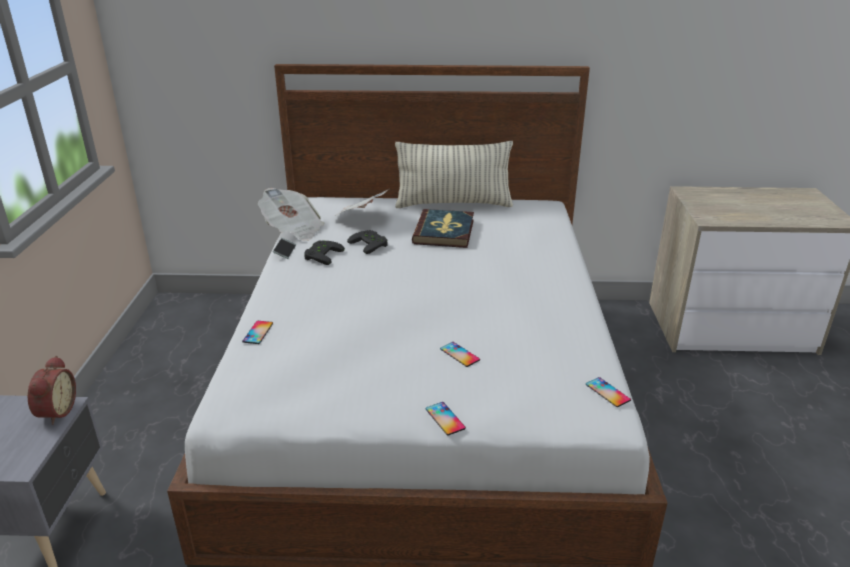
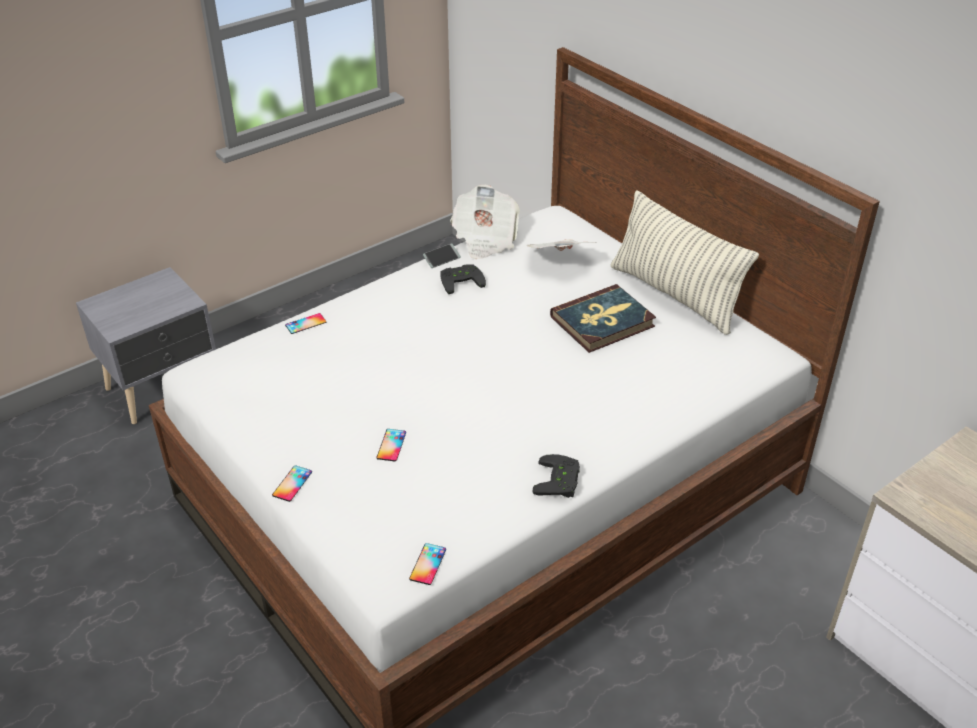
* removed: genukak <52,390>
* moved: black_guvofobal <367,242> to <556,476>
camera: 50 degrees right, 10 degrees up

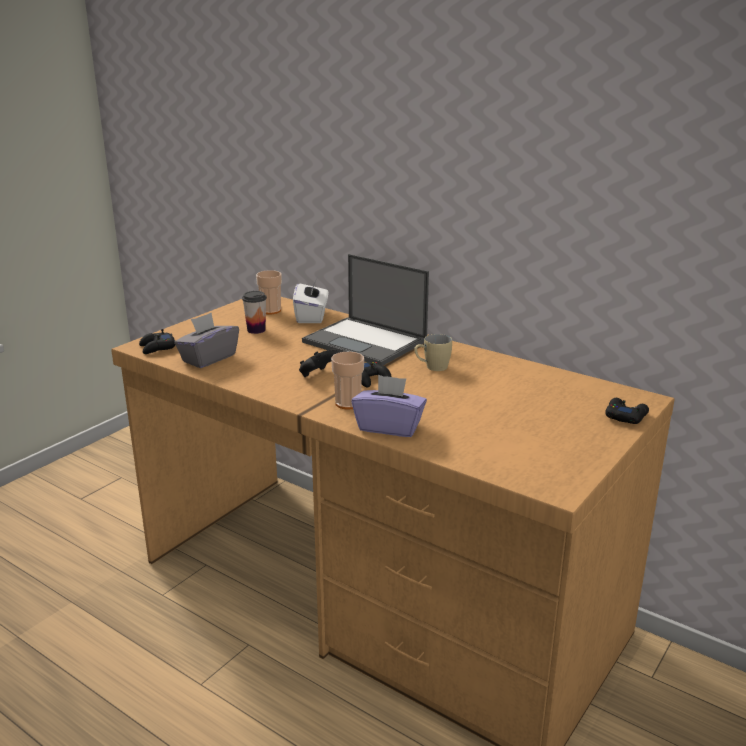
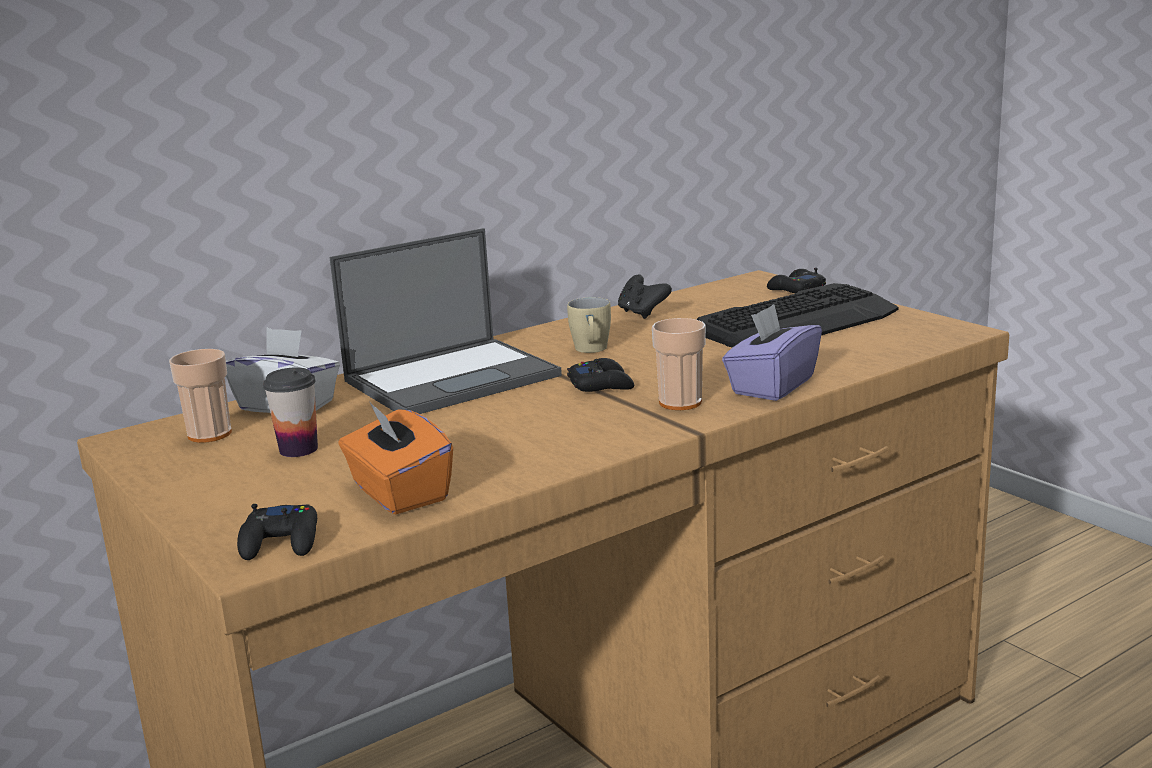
* recoloured: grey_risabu <206,340> to orange_risabu <396,457>
* moved: black_guvofobal <319,363> to <645,297>
* added: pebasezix <797,315>
camera: 70 degrees left, 5 degrees down

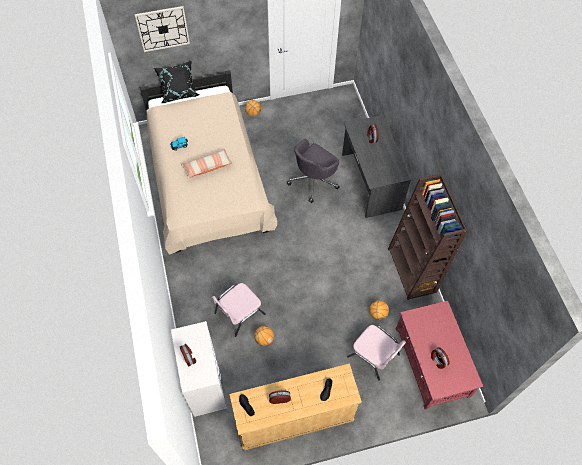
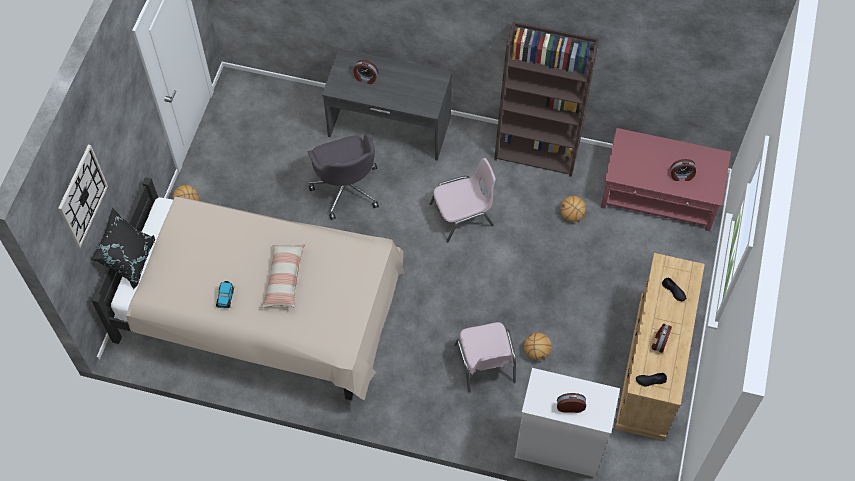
* moved: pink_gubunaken <376,353> to <463,200>
camera: 60 degrees left, 0 degrees up

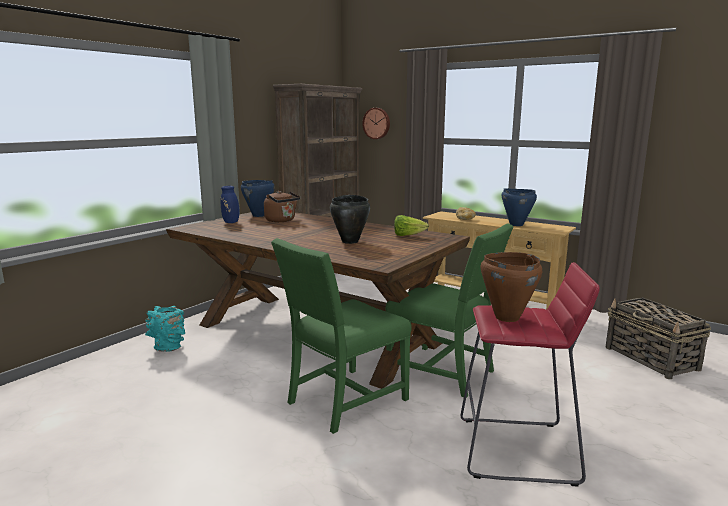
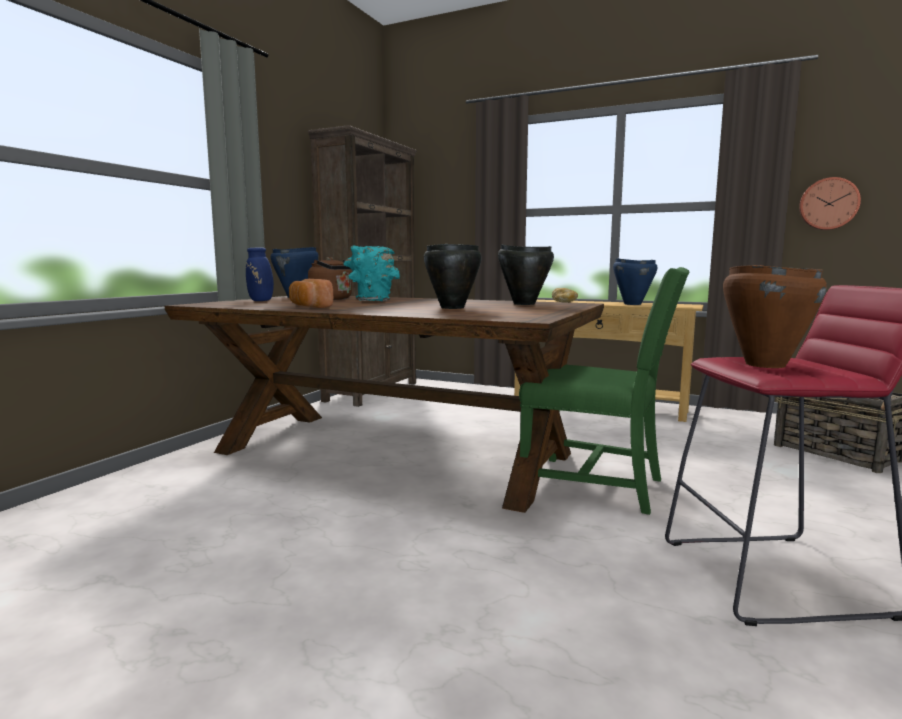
* moved: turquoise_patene <165,329> to <371,273>
* removed: green_gubunaken <341,336>
* moved: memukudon <376,123> to <830,203>
* replaced: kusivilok <411,225> to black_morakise <526,274>
* added: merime <311,293>
camera: 10 degrees left, 5 degrees down

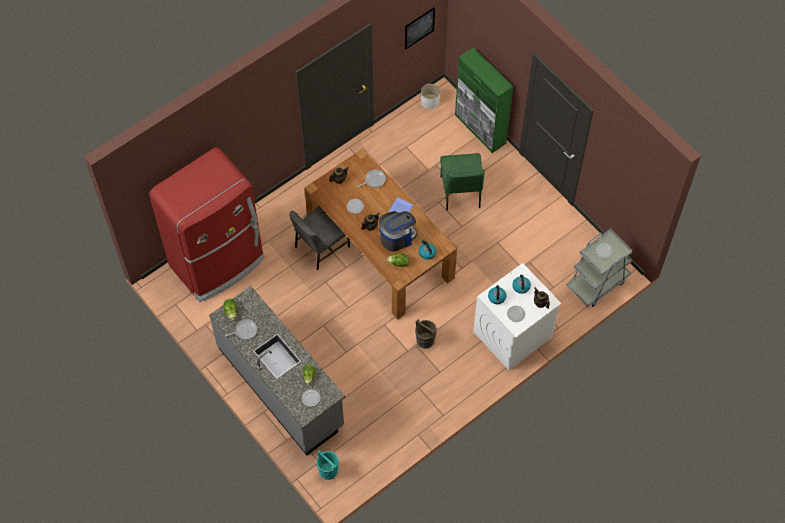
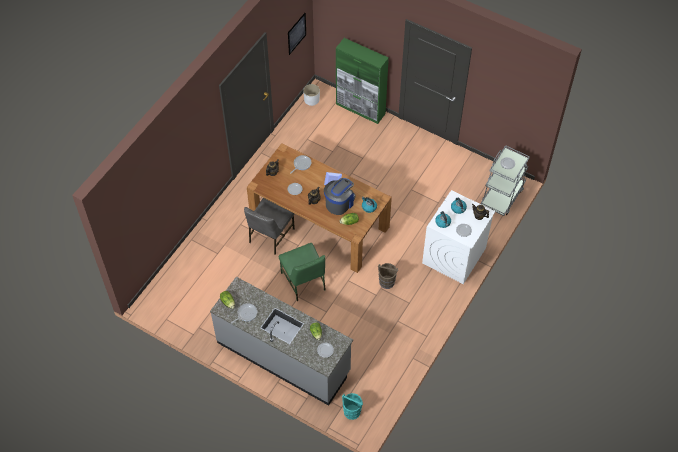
* removed: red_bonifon <207,224>
* moved: green_gubunaken <462,182> to <302,272>
camera: 20 degrees left, 5 degrees down

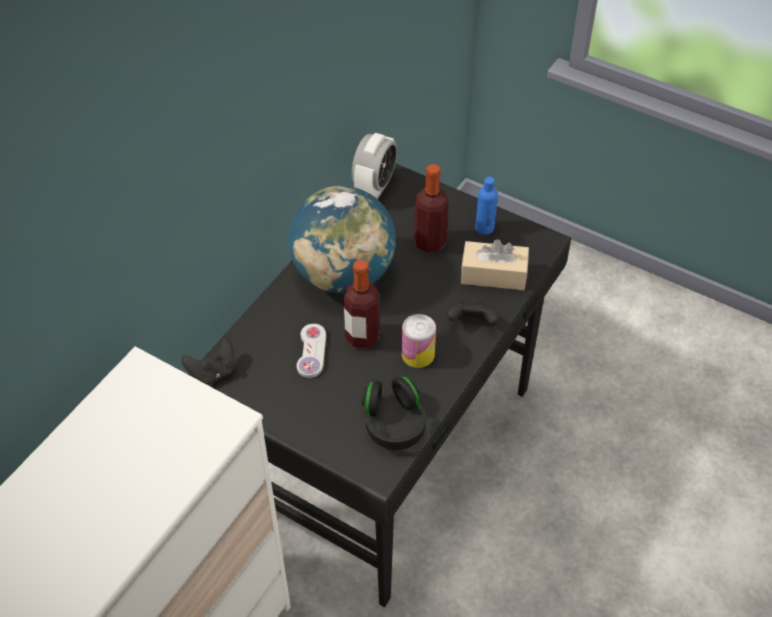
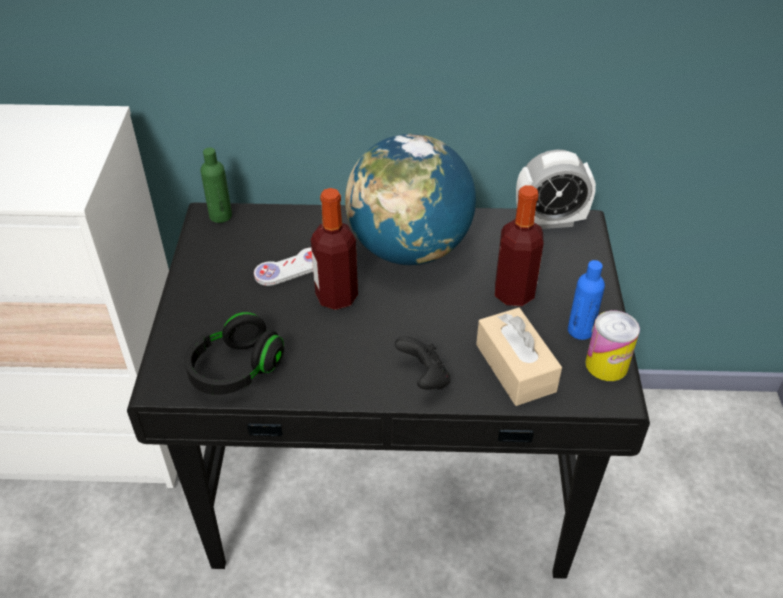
* replaced: black_guvofobal <208,361> to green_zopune <216,185>
* moved: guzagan <419,341> to <612,346>
camera: 60 degrees right, 5 degrees down

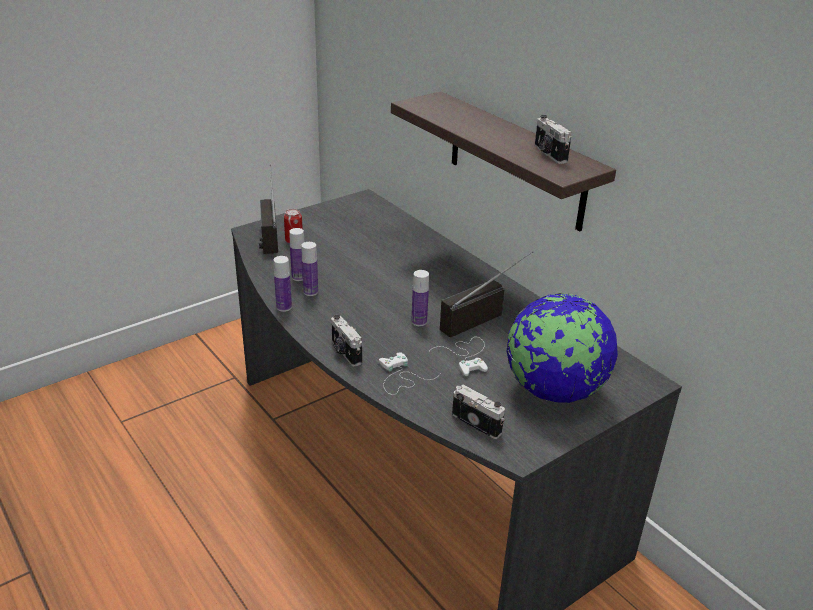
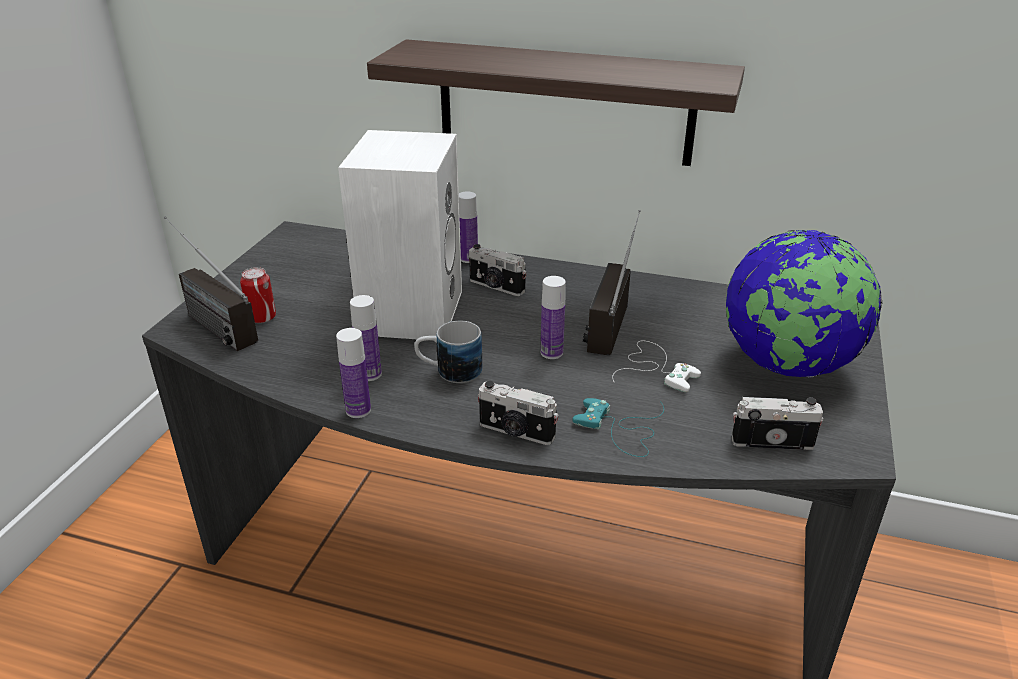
* moved: zopune <297,254> to <468,227>
* recoloured: white_guvofobal <409,373> to turquoise_guvofobal <618,427>
* moved: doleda <553,139> to <497,270>
* added: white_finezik <400,234>
* added: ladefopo <448,352>
camera: 35 degrees left, 0 degrees up

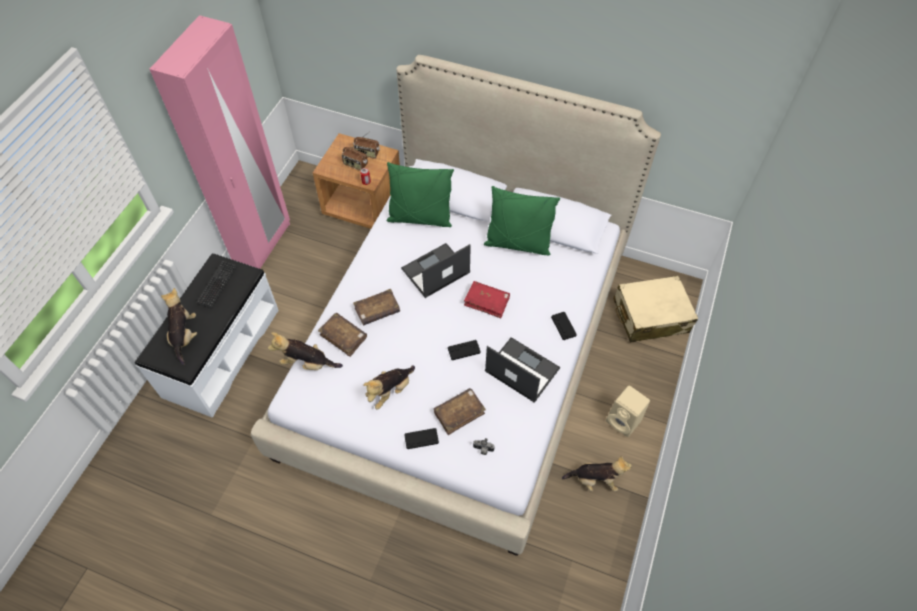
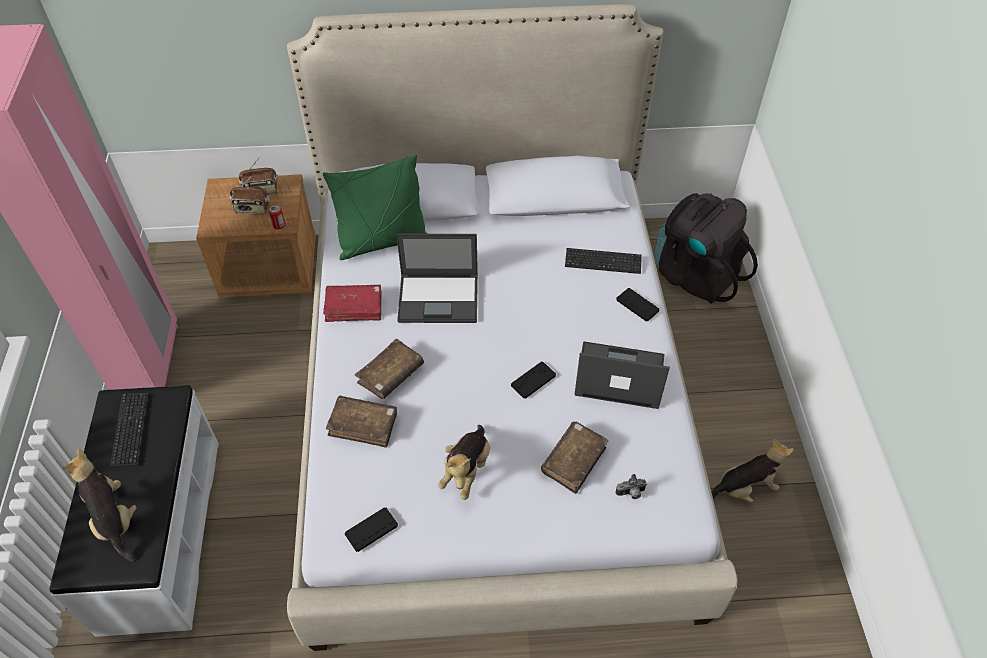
* removed: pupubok <305,351>
* turned: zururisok <436,270> = <437,278> 120 degrees counterclockwise
* moved: black_guvofobal <421,438> to <371,529>
* moved: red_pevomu <487,299> to <352,303>
* removed: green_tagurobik <522,221>
* removed: beige_finezik <628,411>
* replaced: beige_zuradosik <656,309> to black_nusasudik <706,248>
* added: pebasezix <603,261>
camera: 25 degrees left, 5 degrees down

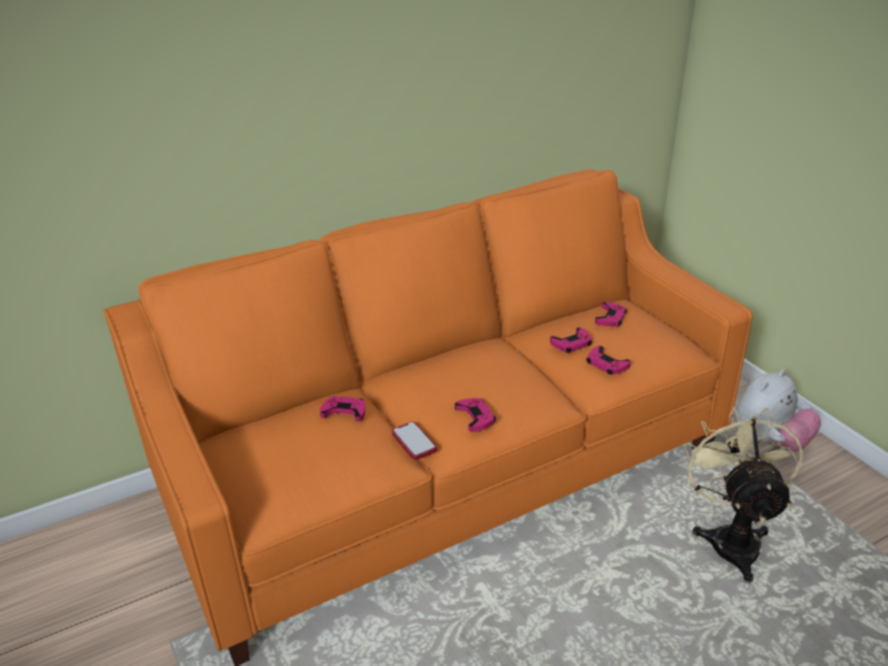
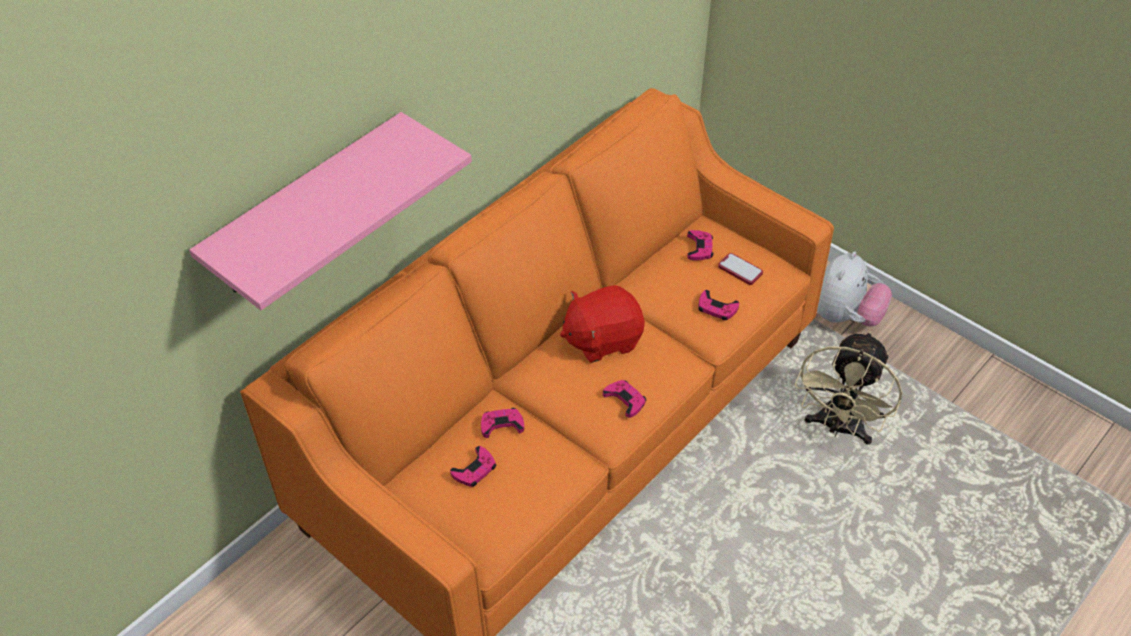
* moved: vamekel <414,440> to <740,269>
* moved: pink_guvofobal <571,340> to <473,466>
* turned: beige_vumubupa <743,495> = <848,388> 135 degrees counterclockwise
* added: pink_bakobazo <330,211>
* added: red_pupubok <602,324>
camera: 20 degrees left, 15 degrees up

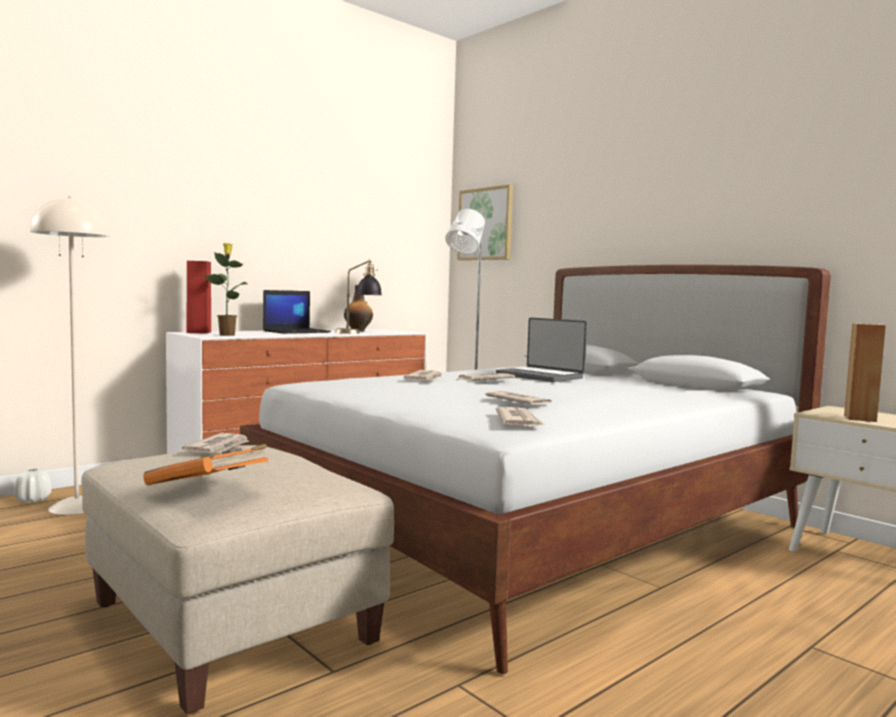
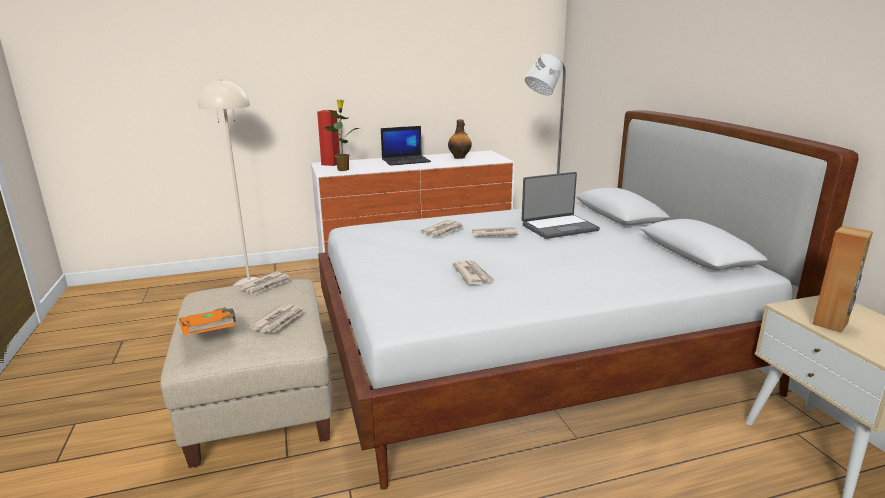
* removed: white_patene <33,485>
* removed: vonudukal <358,296>
* removed: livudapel <485,222>
* turned: zururisok <542,350> = <561,205> 90 degrees counterclockwise
* moved: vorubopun <520,416> to <276,318>
camera: 25 degrees right, 15 degrees up

